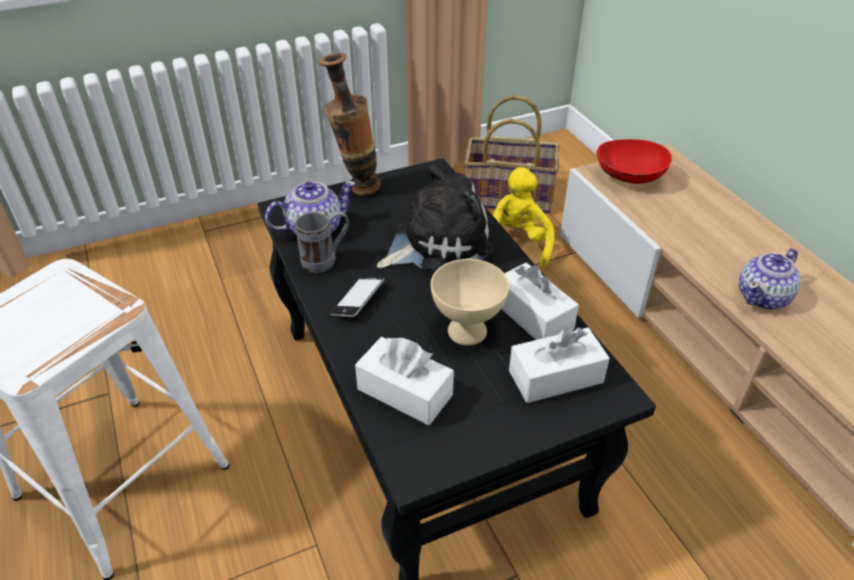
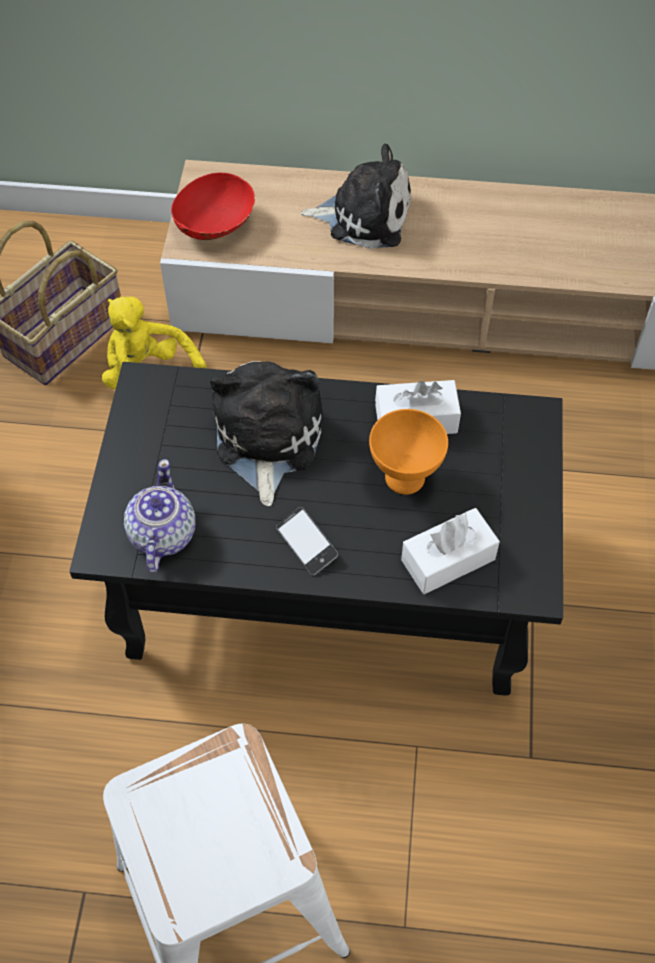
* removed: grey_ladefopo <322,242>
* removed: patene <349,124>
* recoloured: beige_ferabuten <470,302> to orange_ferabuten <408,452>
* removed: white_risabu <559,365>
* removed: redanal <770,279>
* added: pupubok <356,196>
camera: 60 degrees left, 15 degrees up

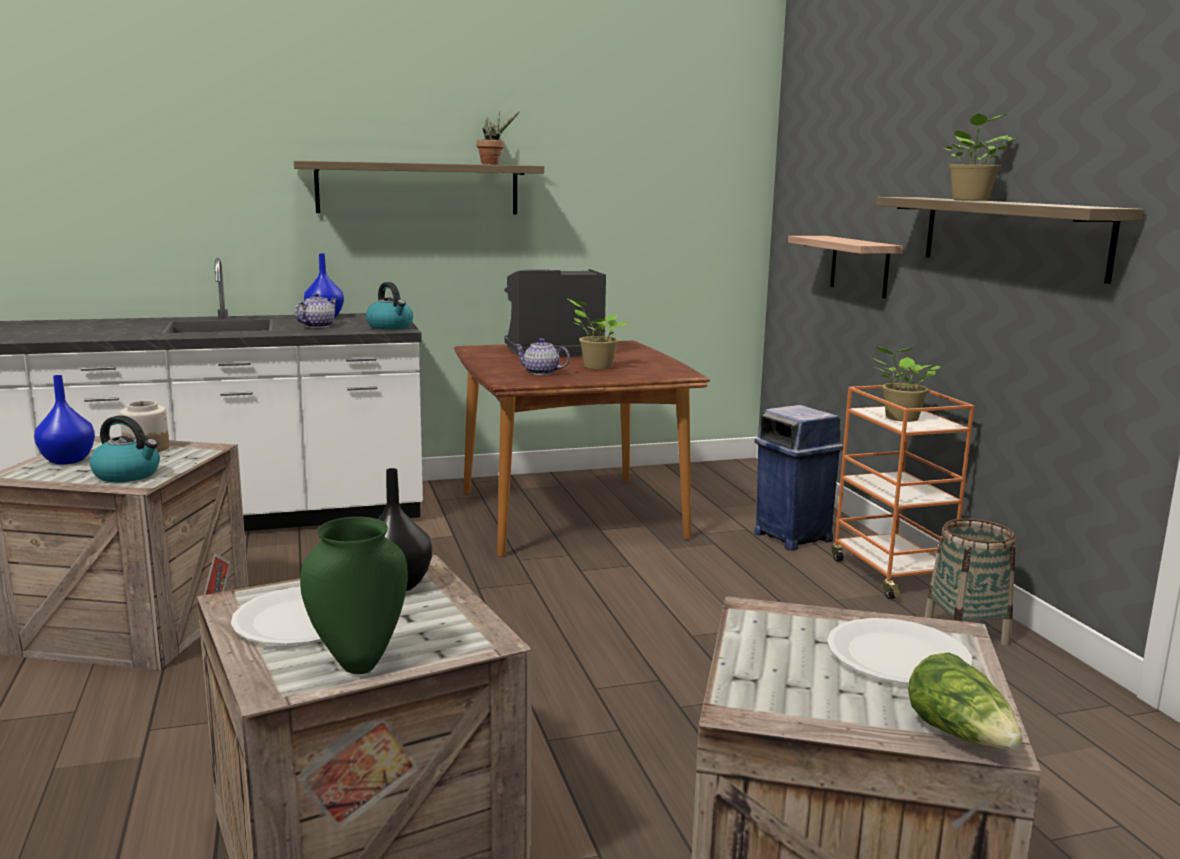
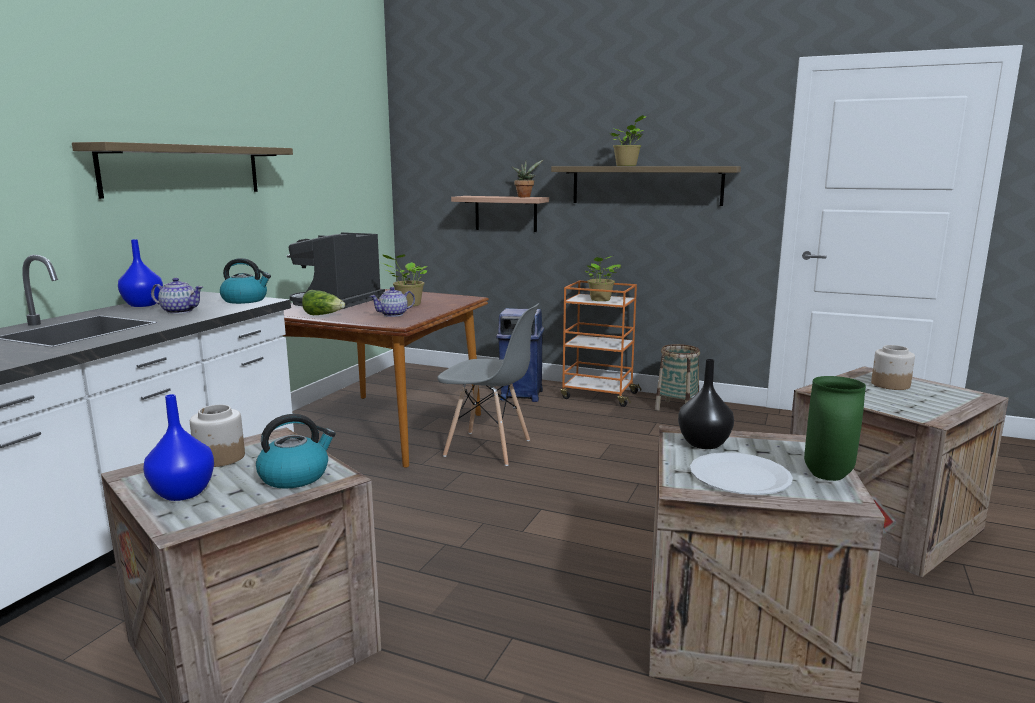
* turned: redanal <316,310> = <177,296> 120 degrees clockwise
* moved: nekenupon <498,137> to <527,178>
* replaced: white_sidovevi <899,651> to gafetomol <893,367>
* moved: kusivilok <965,701> to <323,302>
* added: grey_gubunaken <488,384>
camera: 50 degrees left, 0 degrees up

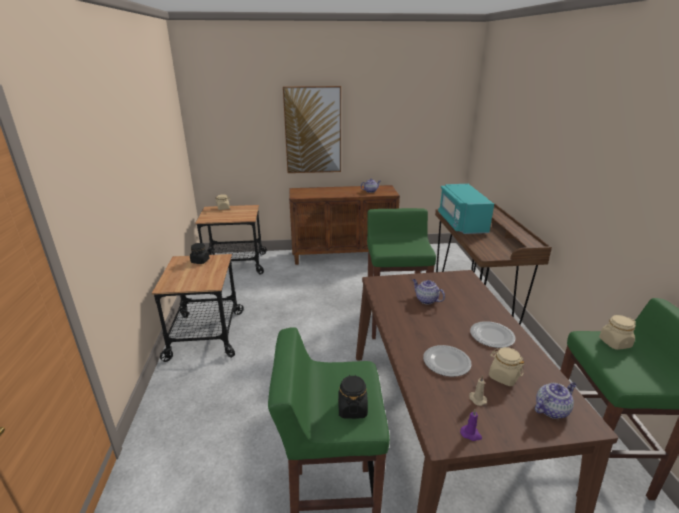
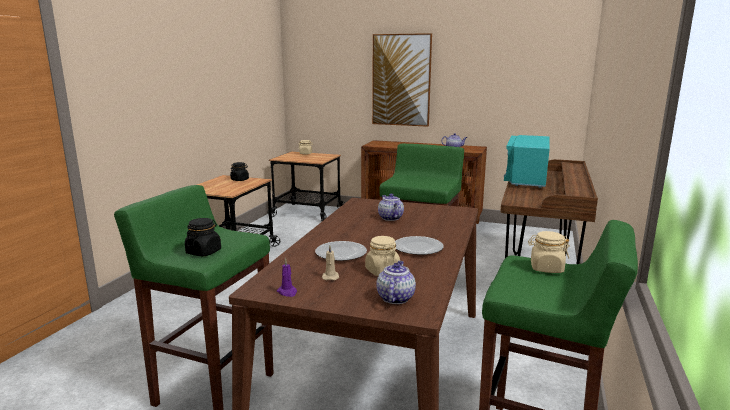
* turned: redanal <556,400> = <396,282> 75 degrees counterclockwise
camera: 25 degrees right, 10 degrees down

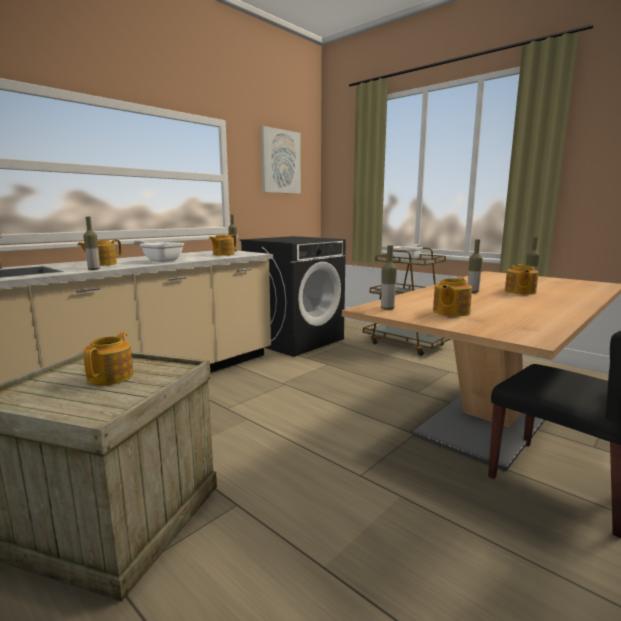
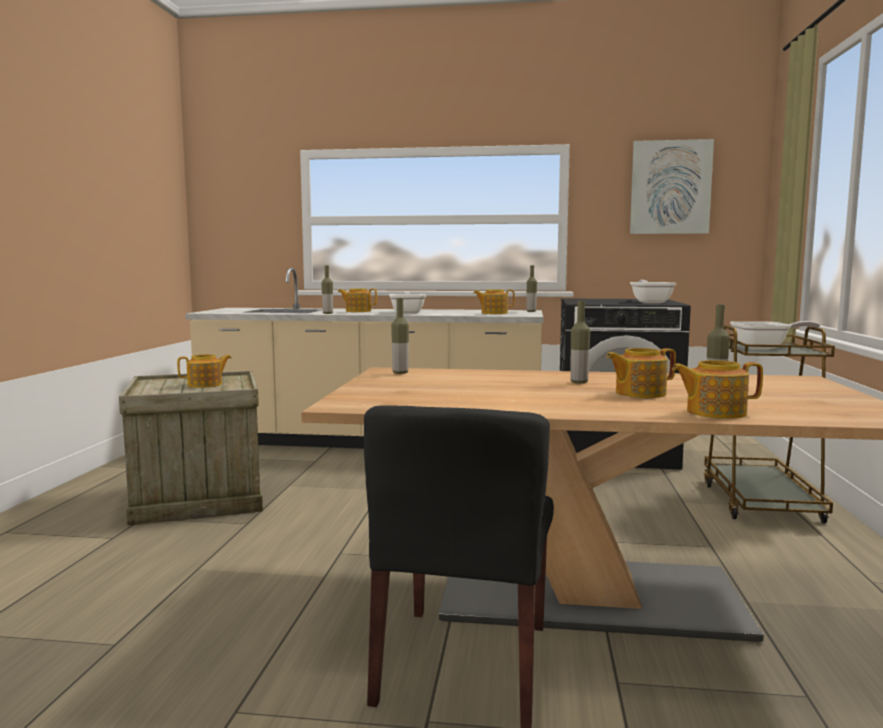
* moved: redanal <452,296> to <717,389>
* added: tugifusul <653,291>
camera: 55 degrees right, 5 degrees down

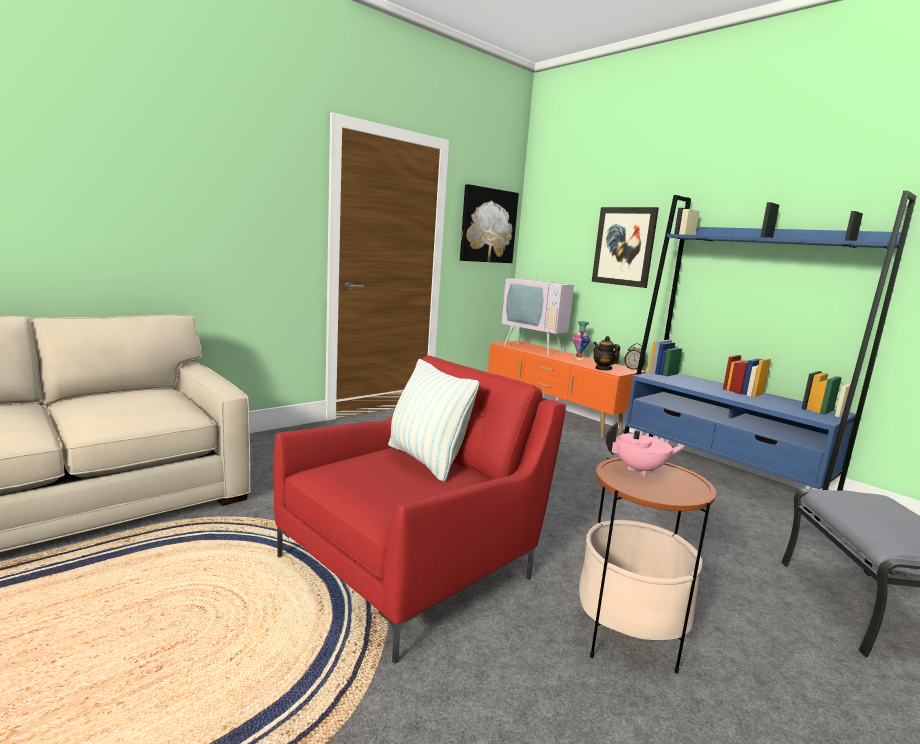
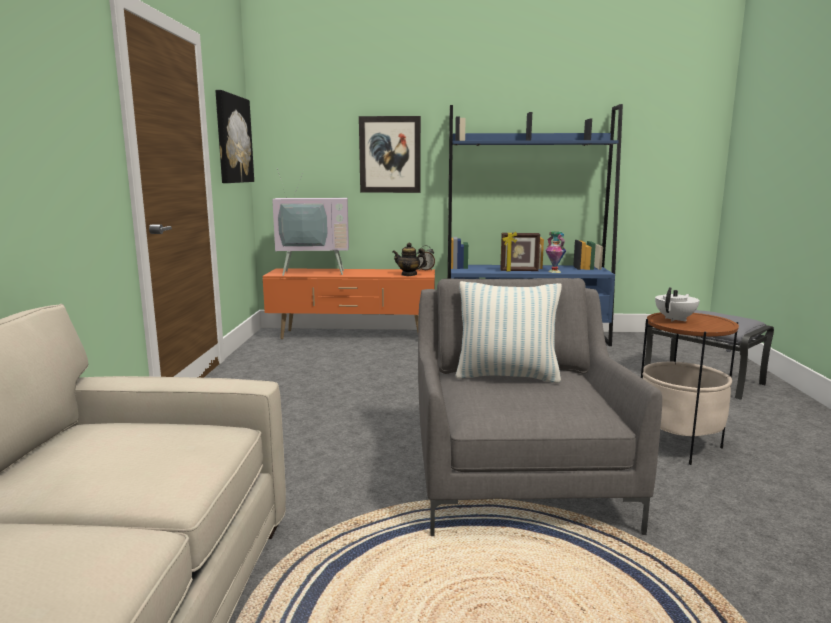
* recoloured: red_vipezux <420,510> to grey_vipezux <540,407>
* moved: patene <581,340> to <555,252>
* recoloured: pink_redanal <645,449> to white_redanal <677,304>
* added: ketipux <520,251>
camera: 45 degrees left, 0 degrees up

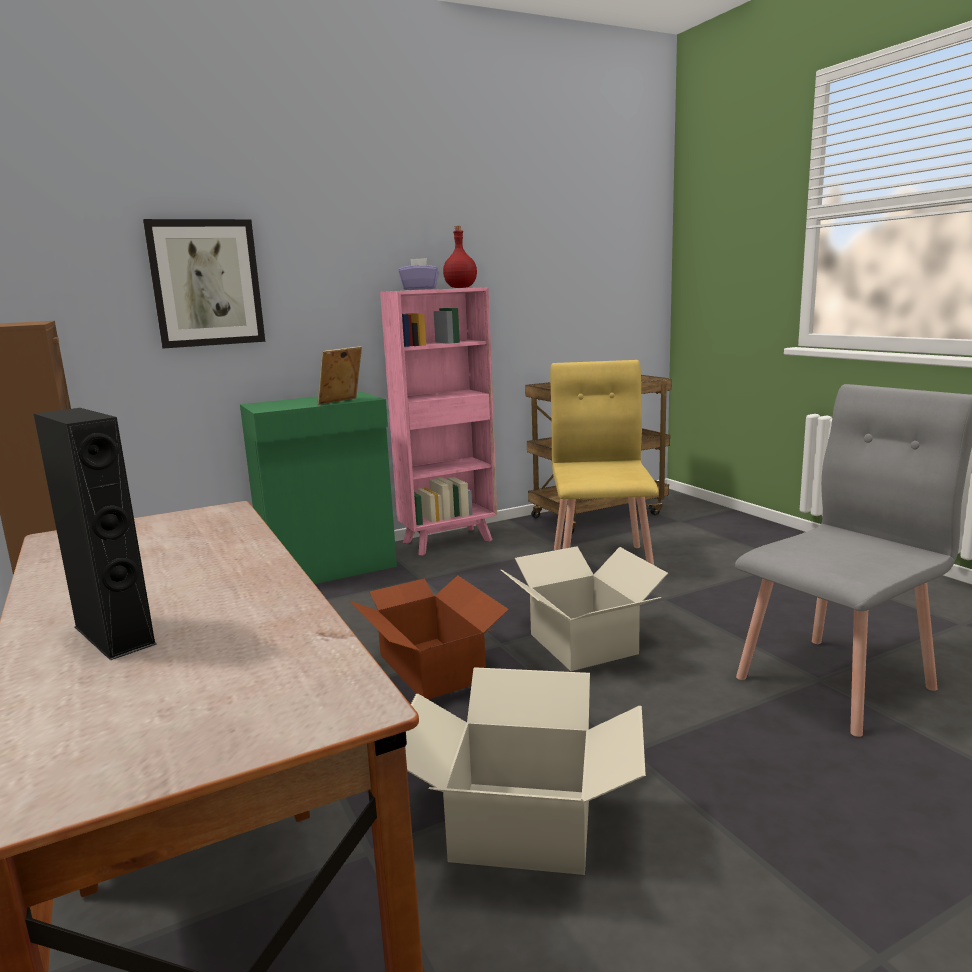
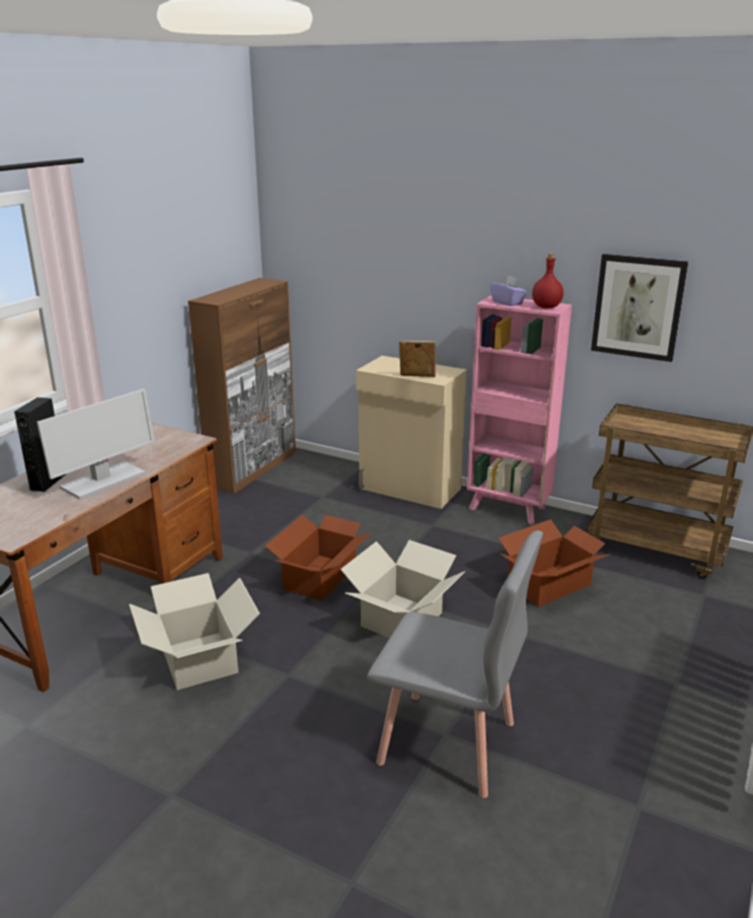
* moved: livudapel <204,283> to <640,308>
* recoloured: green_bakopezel <318,488> to beige_bakopezel <411,432>
* replaced: yellow_gubunaken <604,462> to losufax <554,563>
* added: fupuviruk <96,444>
camera: 55 degrees right, 10 degrees up

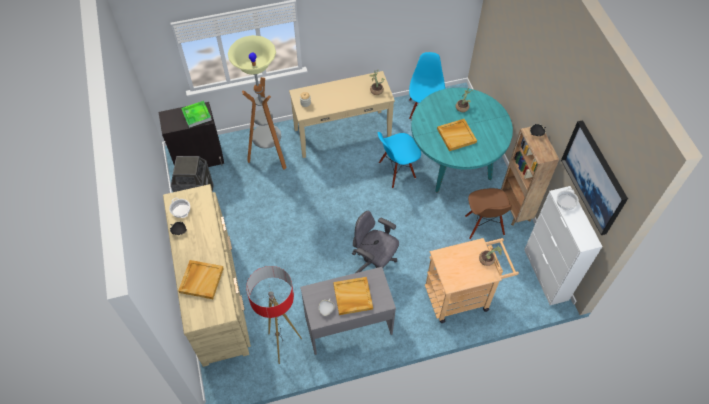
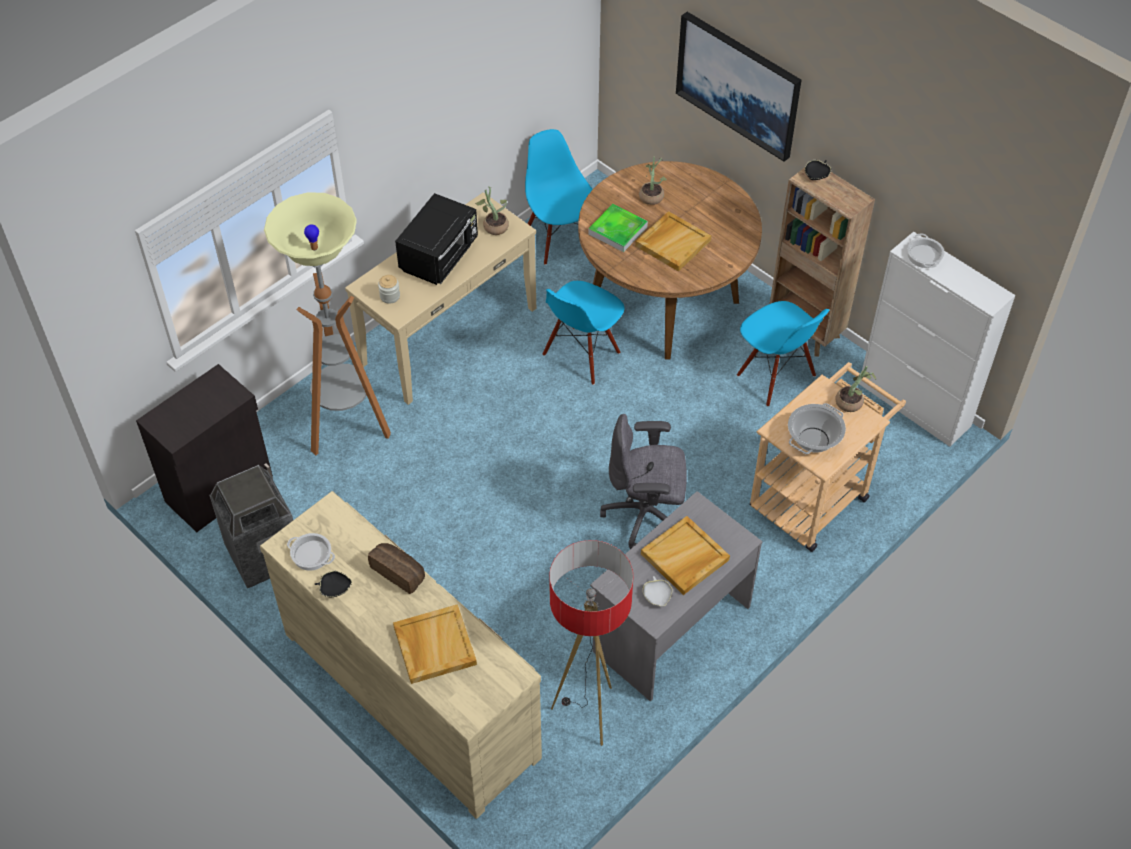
* moved: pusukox <196,114> to <618,228>
* recoloured: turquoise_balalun <462,140> to brown_balalun <670,260>
* recoloured: brown_gubunaken <488,213> to blue_gubunaken <783,354>
* moved: livudapel <594,177> to <739,87>
* added: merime <396,568>
* added: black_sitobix <436,239>
* added: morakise <817,428>
camera: 30 degrees left, 5 degrees down

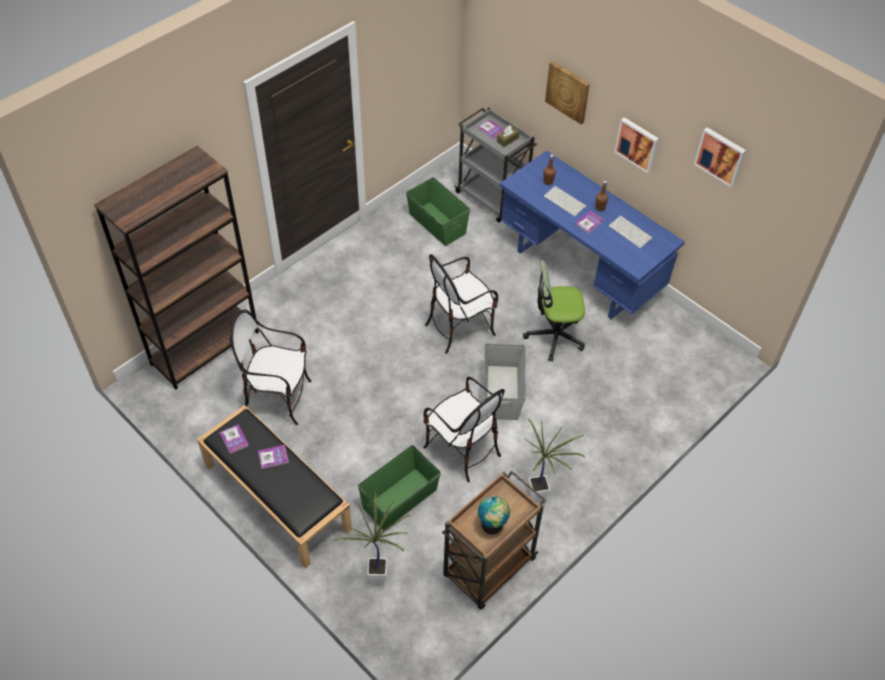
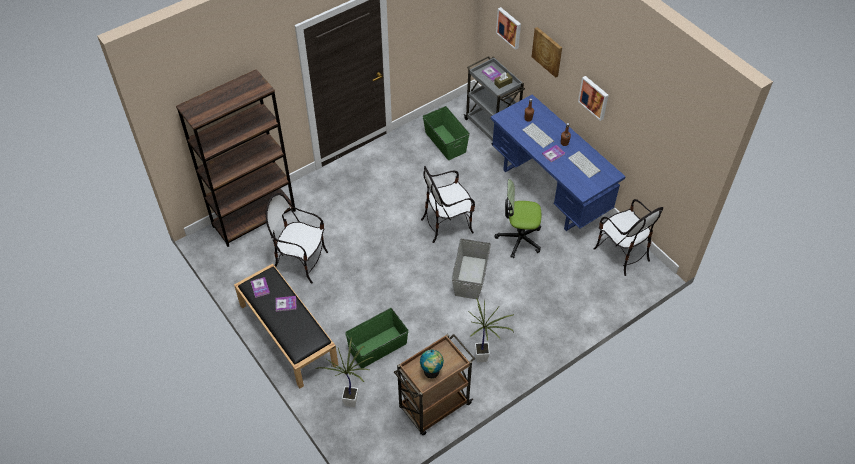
* moved: gubunaken <464,429> to <628,237>
* moved: livudapel <720,157> to <508,28>
camera: 10 degrees right, 0 degrees up

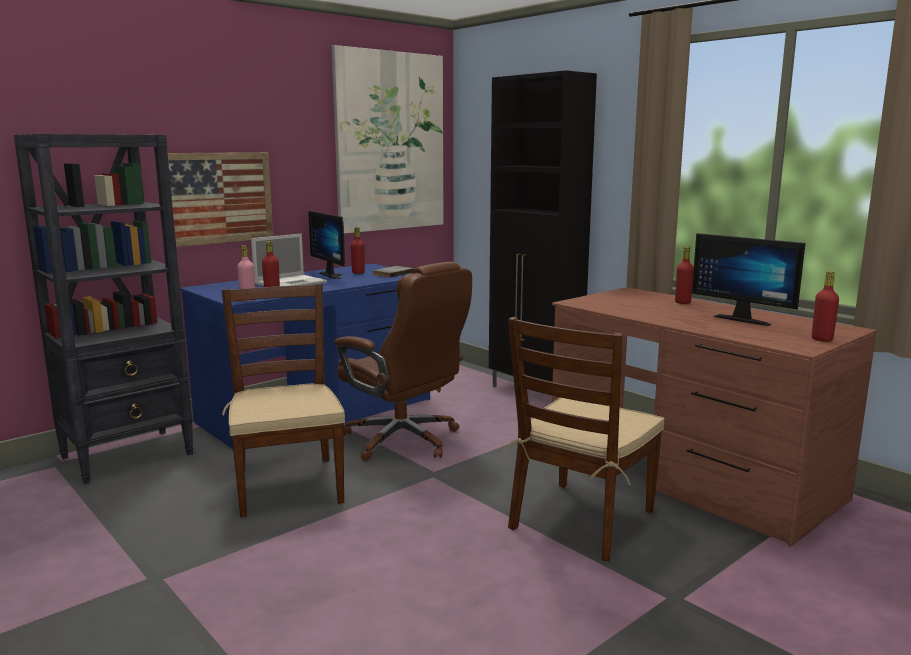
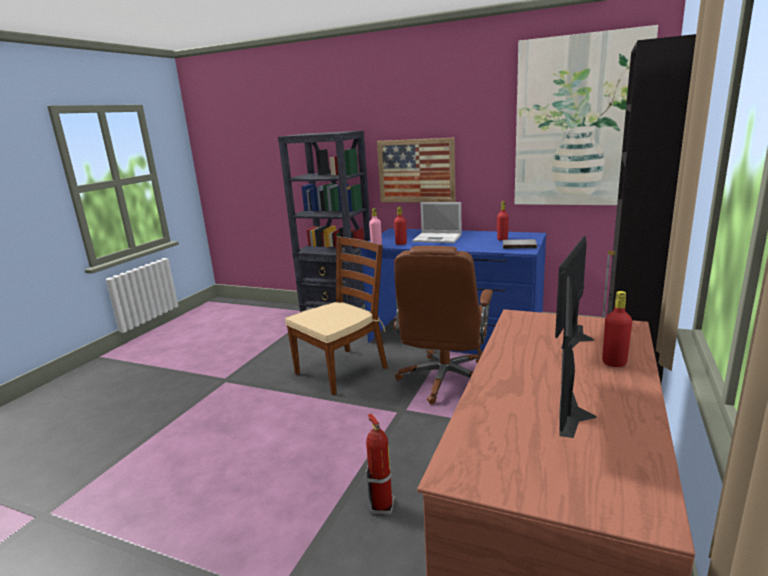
* moved: fupuviruk <326,245> to <575,292>
* replaced: brown_gubunaken <585,439> to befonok <380,464>
* removed: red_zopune <825,306>
camera: 65 degrees right, 5 degrees up

